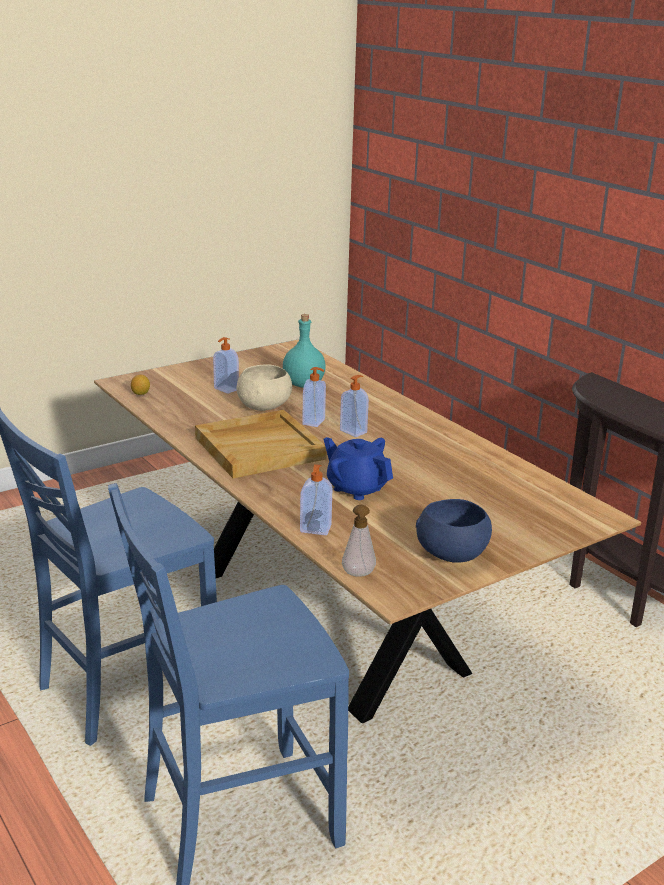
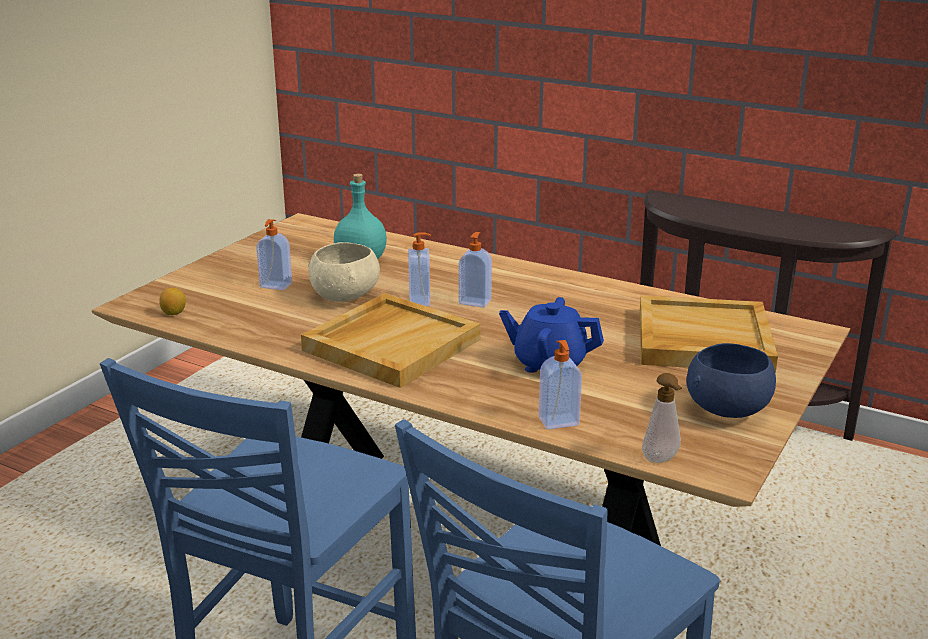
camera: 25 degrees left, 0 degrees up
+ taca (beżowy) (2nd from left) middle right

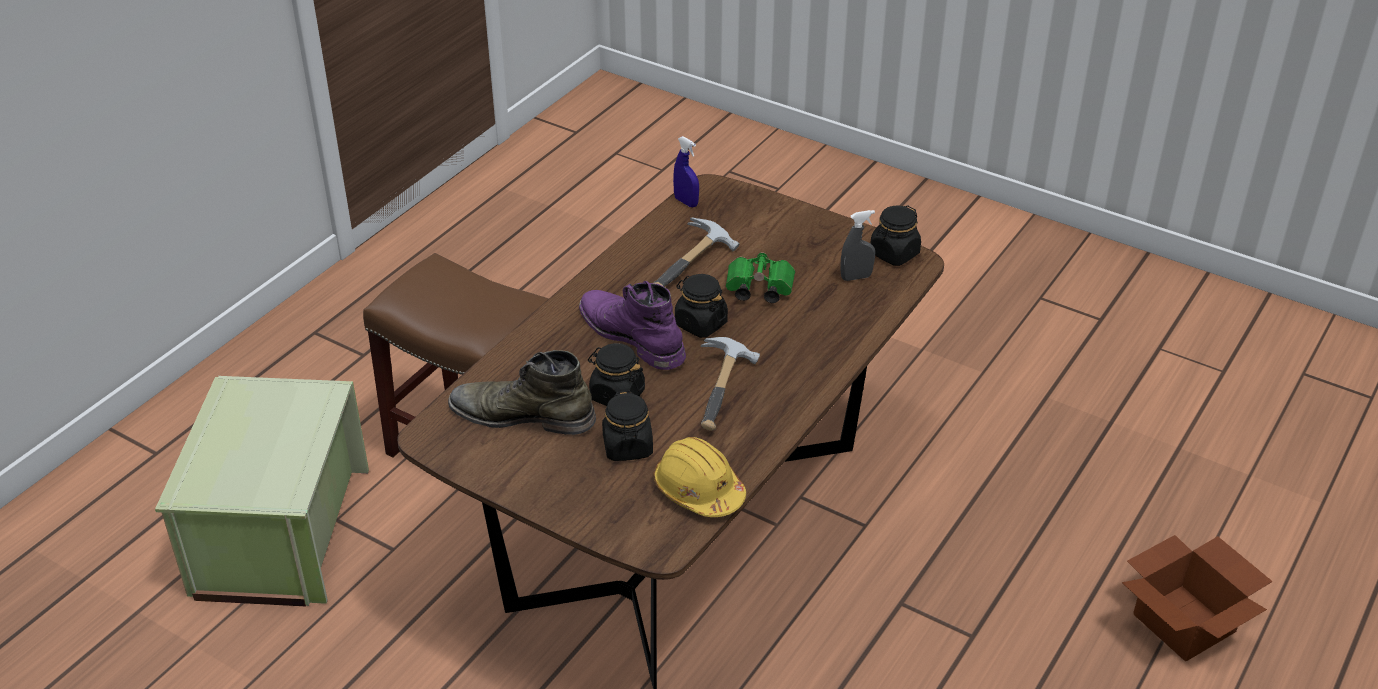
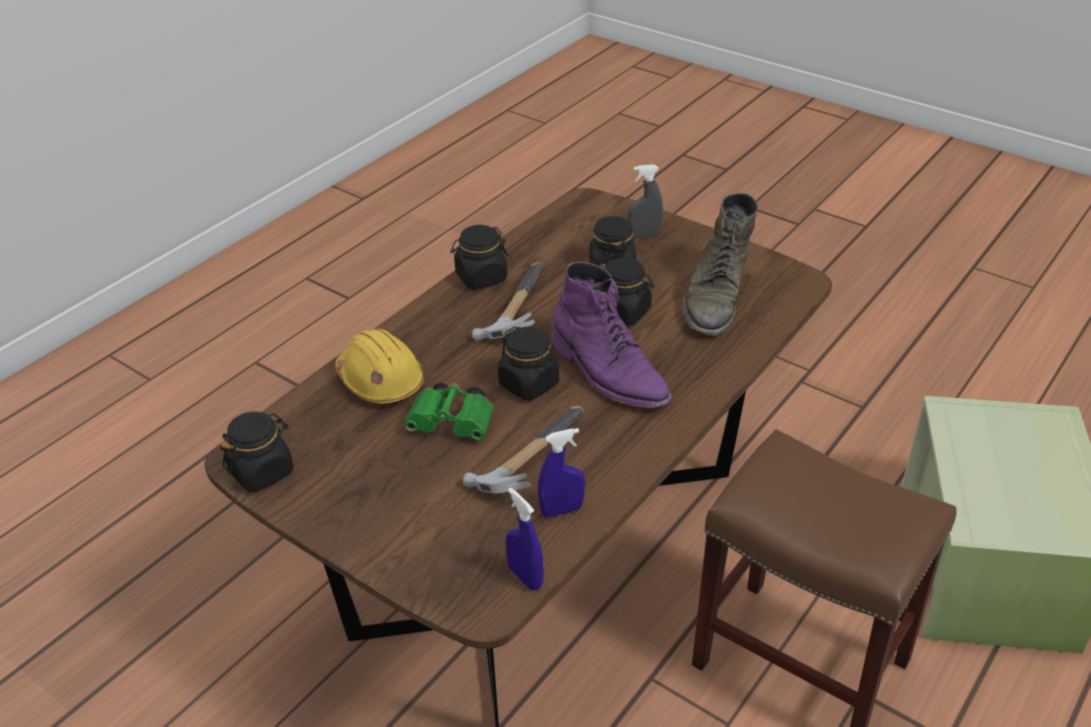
camera: 175 degrees left, 0 degrees up
~ spryskiwacz (szary) centre to top centre
~ but z cholewką (zielony) centre = centre 90 degrees clockwise
~ kask (żółty) bottom centre to centre
- karton bottom right
+ słoik (czarny) (2nd from left) centre
+ spryskiwacz (niebieski) (2nd from left) centre

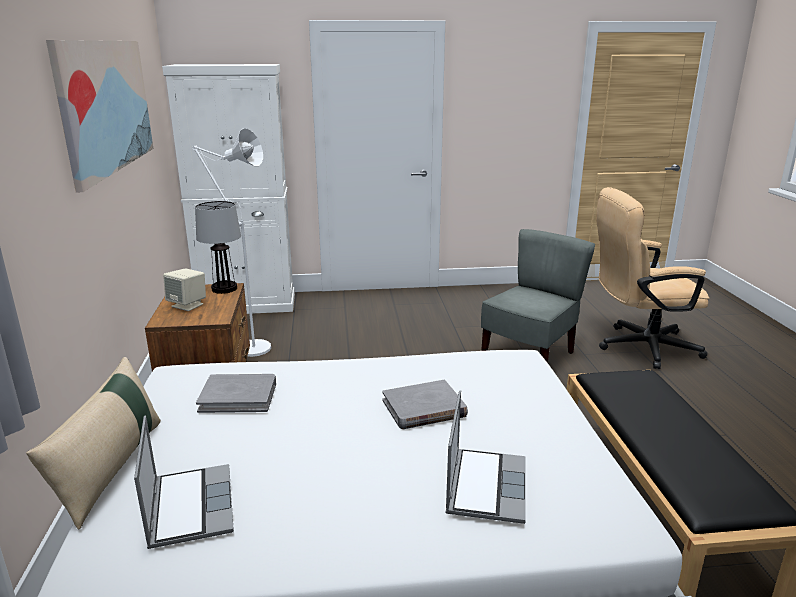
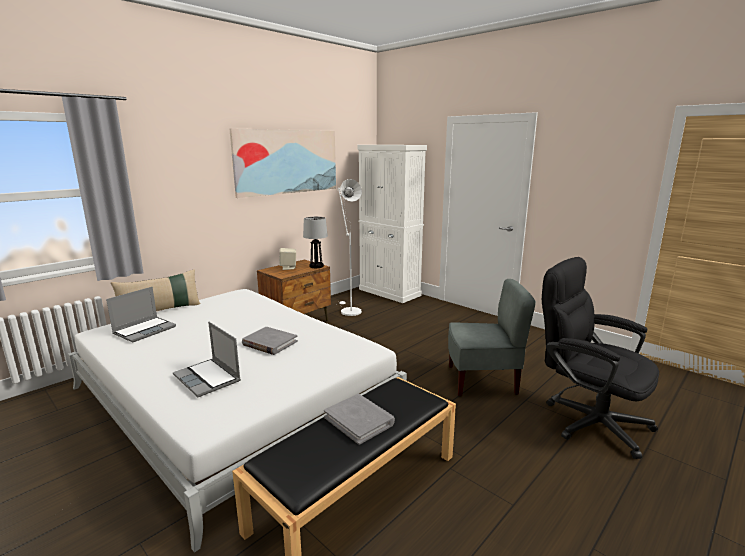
camera: 50 degrees right, 5 degrees down
~ krzesło biurowe (beżowy) middle right to krzesło biurowe (czarny) middle right
~ książka (szary) (1st from left in the first image) middle left to książka (szary) (2nd from left) bottom centre
~ laptop (2nd from left) bottom centre = middle left 75 degrees clockwise

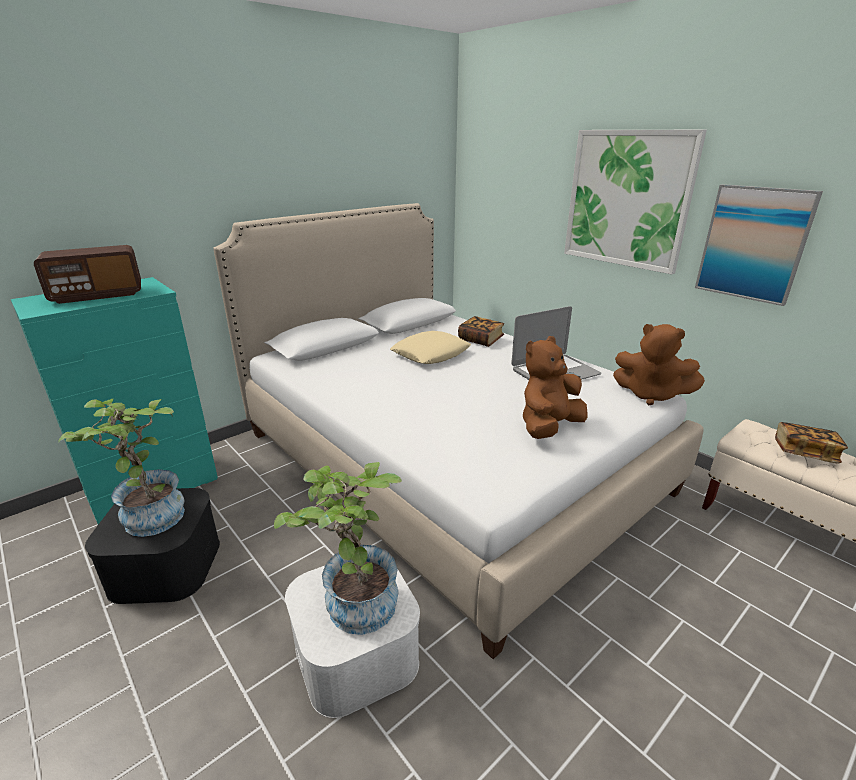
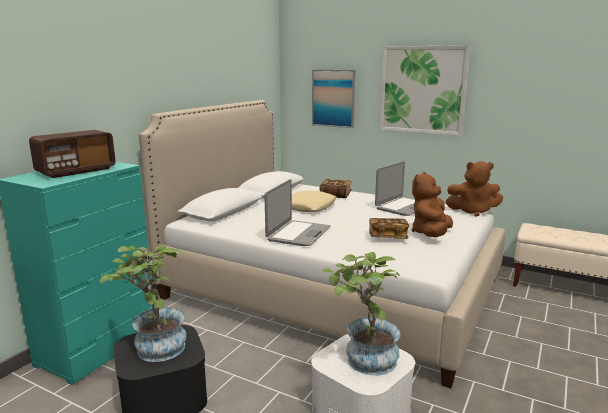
camera: 20 degrees left, 10 degrees down
~ obraz (2nd from left in the first image) top right to obraz (1st from left) top centre
~ książka (2nd from left) middle right to centre
+ laptop (1st from left) centre

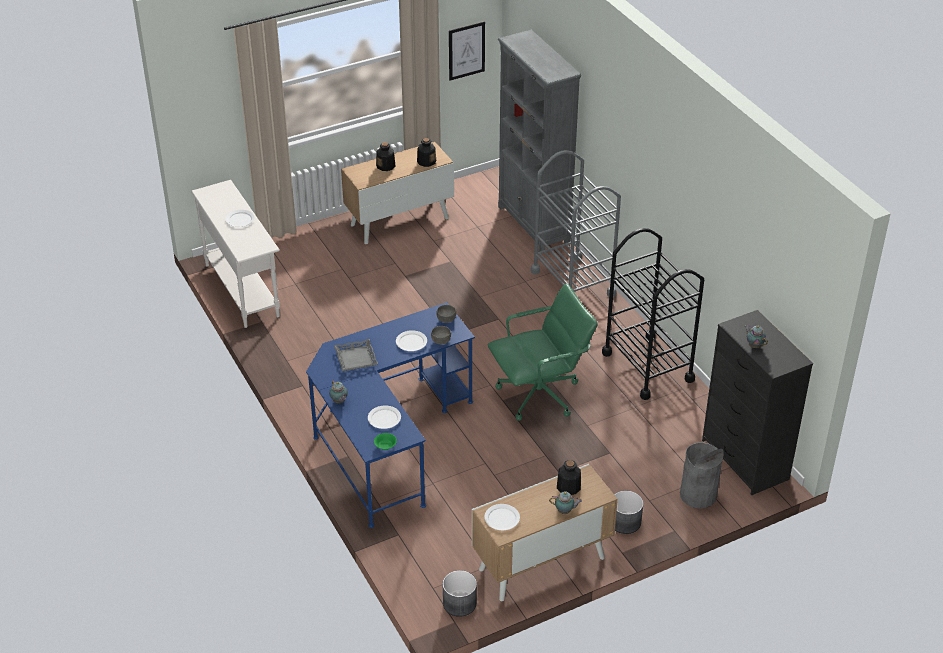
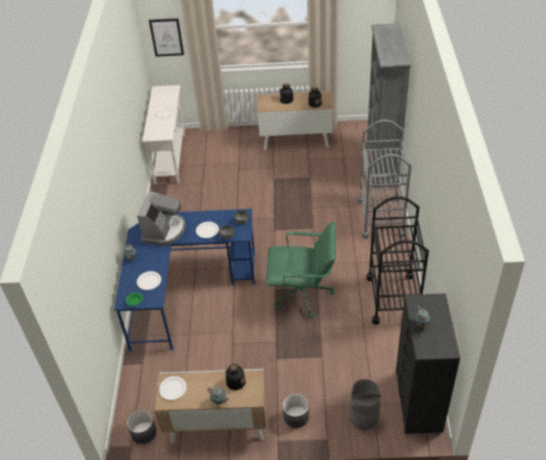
camera: 30 degrees right, 5 degrees up
~ obraz top centre to top left
~ taca (szary) centre to ekspres do kawy middle left

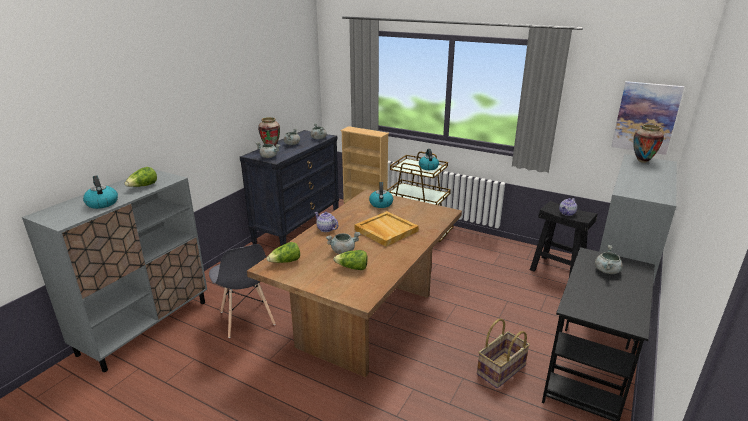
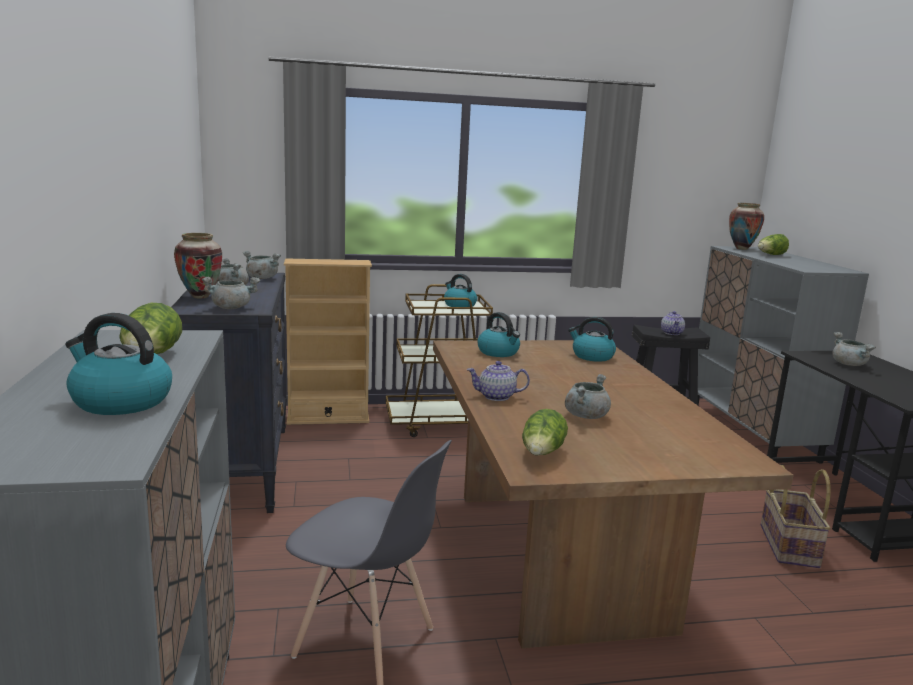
camera: 40 degrees left, 10 degrees down
- obraz top right
- taca (beżowy) centre
~ sałata (3rd from left) centre to middle right
+ czajnik (4th from left) centre

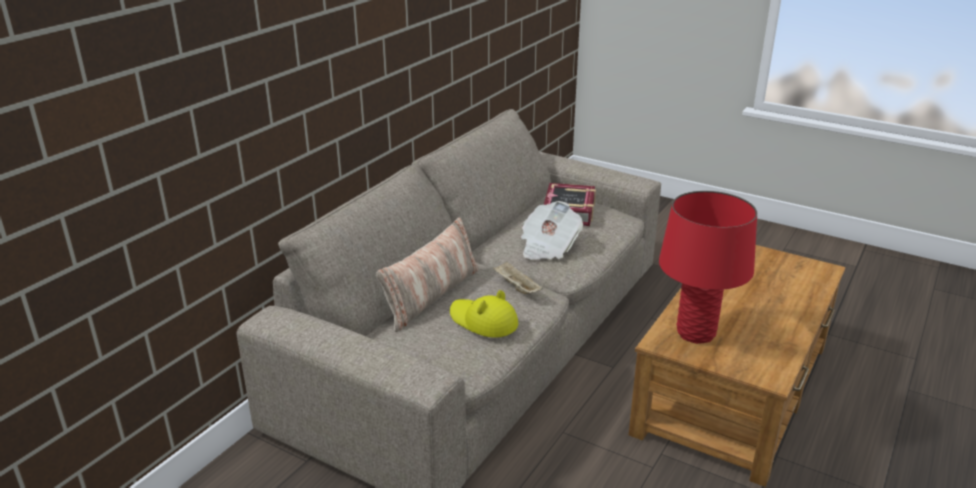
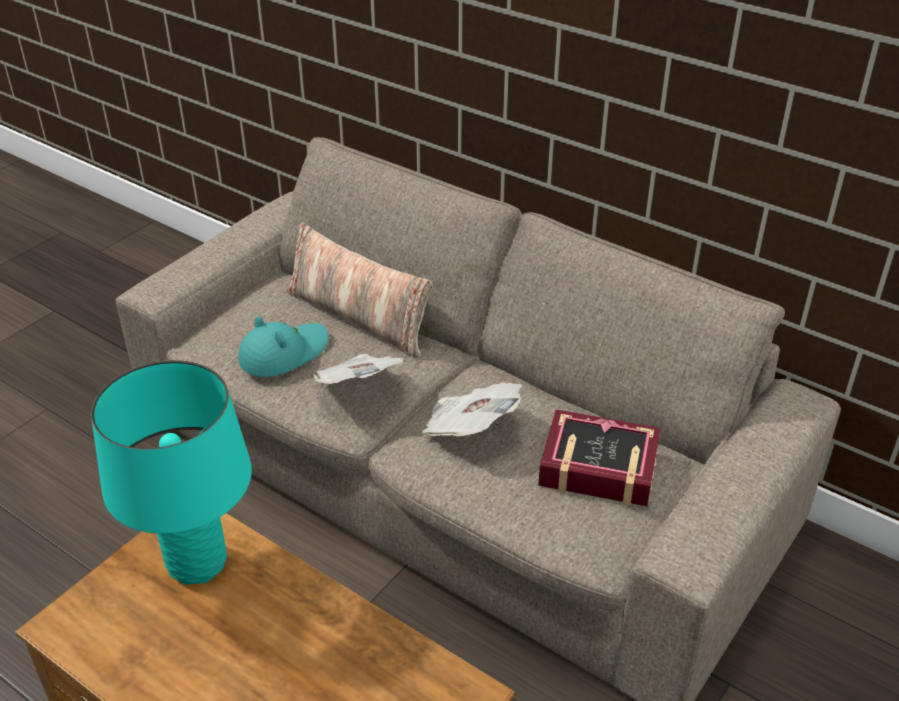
camera: 95 degrees right, 10 degrees up
~ lampa stołowa (czerwony) middle right to lampa stołowa (turkusowy) bottom left
~ taca (beżowy) centre to gazeta (1st from left) centre
~ kapelusz (żółty) centre to kapelusz (turkusowy) middle left

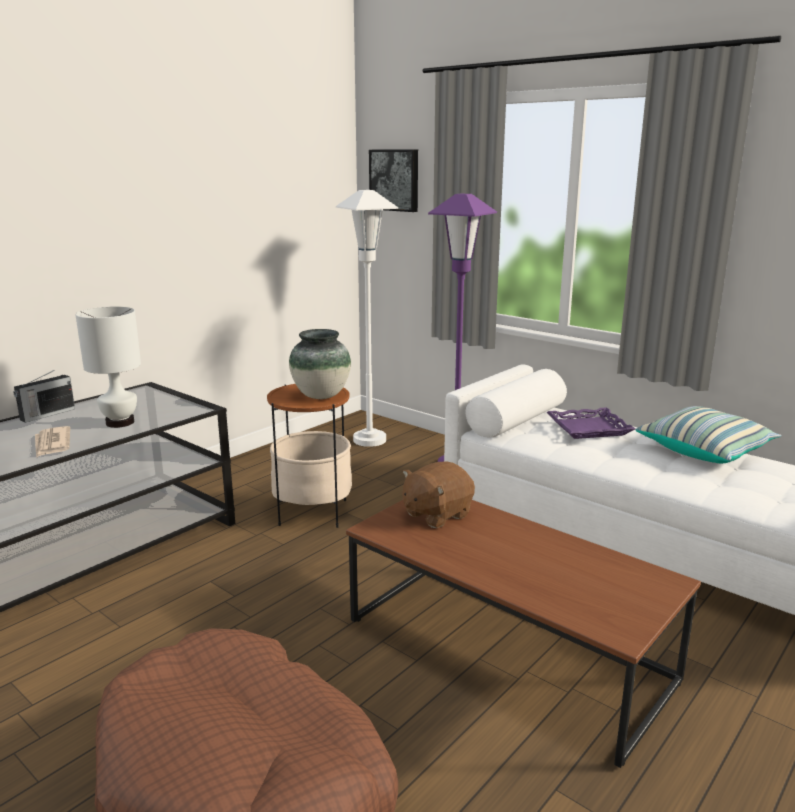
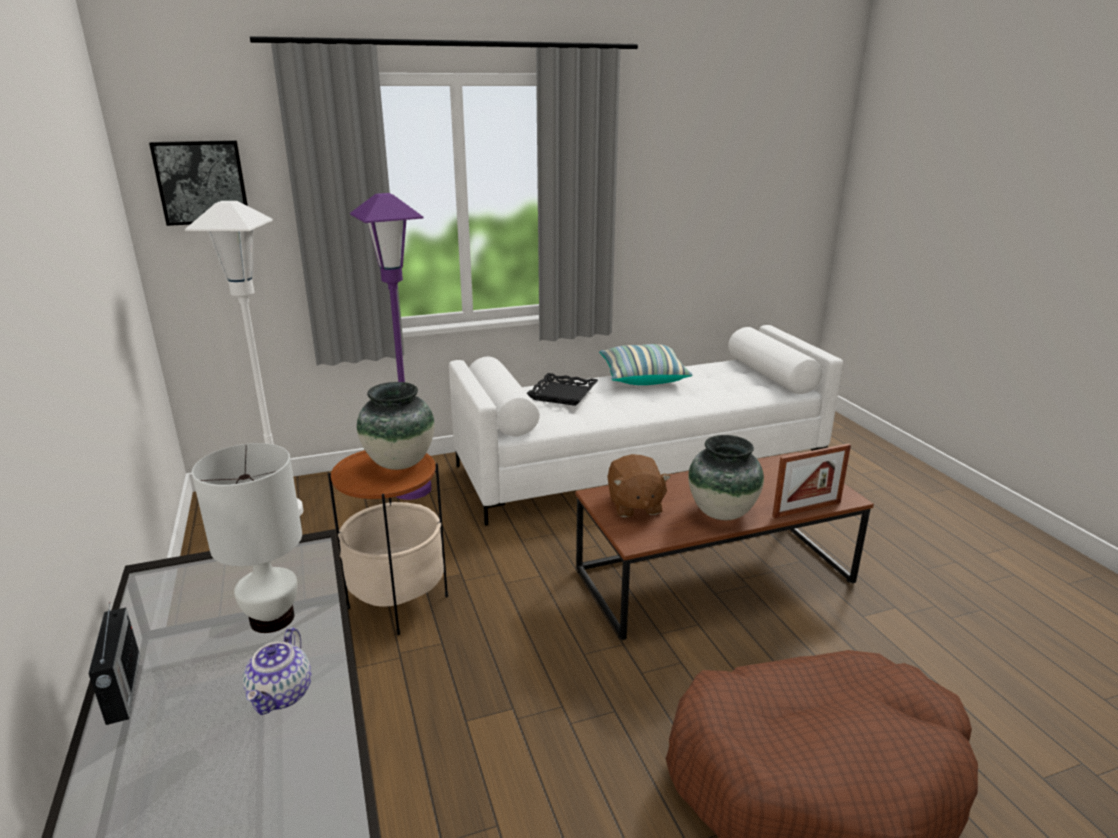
camera: 60 degrees left, 5 degrees up
~ taca (fioletowy) middle right to taca (czarny) centre
~ gazeta middle left to imbryk bottom left
+ wazon (2nd from left) centre
+ ramka na zdjęcie middle right

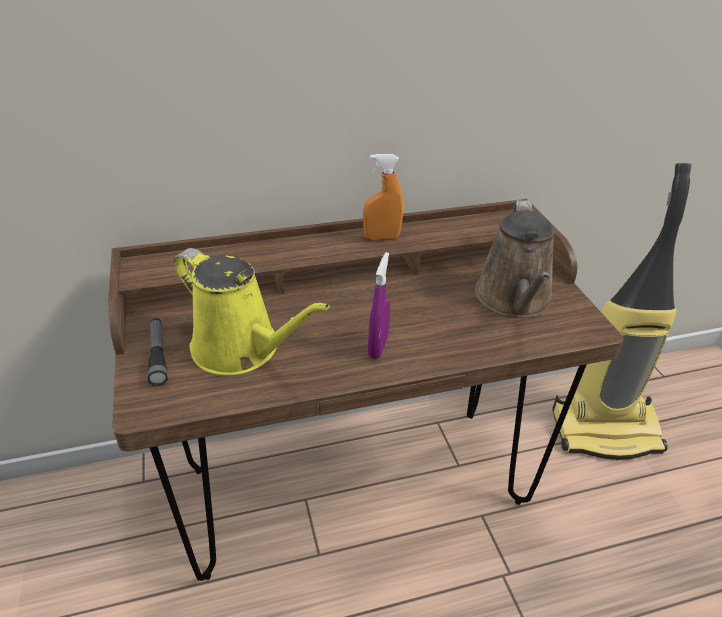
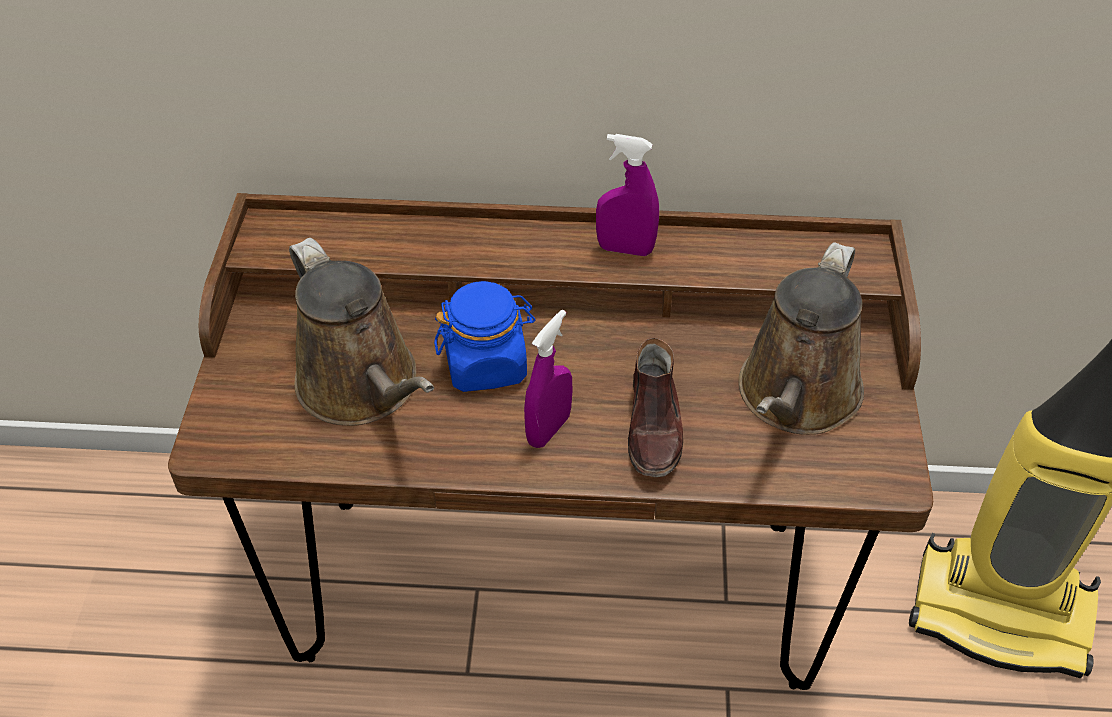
camera: 20 degrees right, 10 degrees up
~ spryskiwacz (pomarańczowy) top centre to spryskiwacz (fioletowy) (2nd from left) top centre
~ konewka (żółty) centre to konewka (brązowy) (1st from left) middle left
- latarka middle left
+ słoik (niebieski) centre
+ but (brązowy) centre

